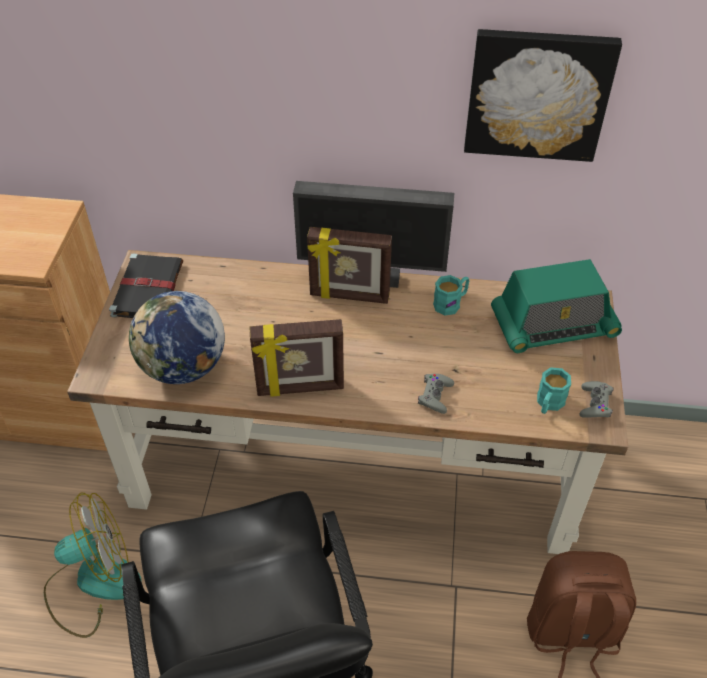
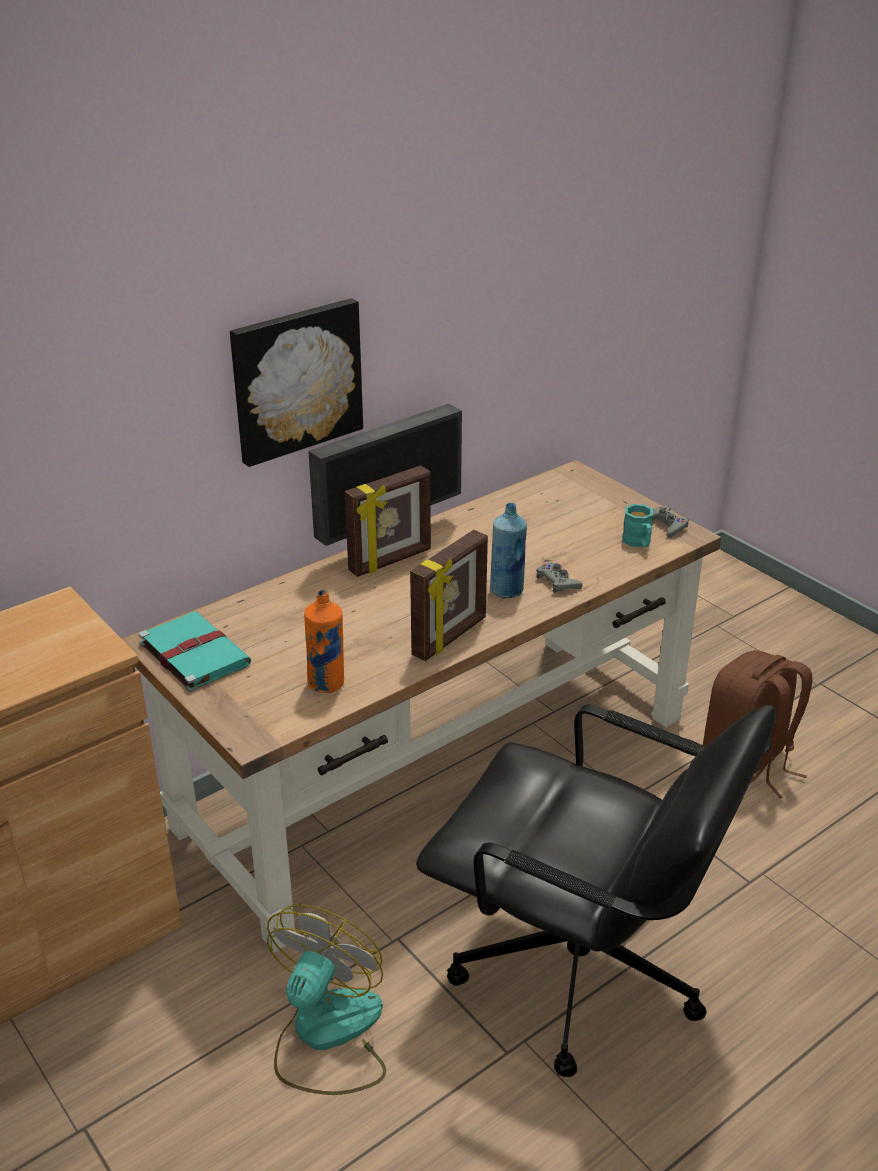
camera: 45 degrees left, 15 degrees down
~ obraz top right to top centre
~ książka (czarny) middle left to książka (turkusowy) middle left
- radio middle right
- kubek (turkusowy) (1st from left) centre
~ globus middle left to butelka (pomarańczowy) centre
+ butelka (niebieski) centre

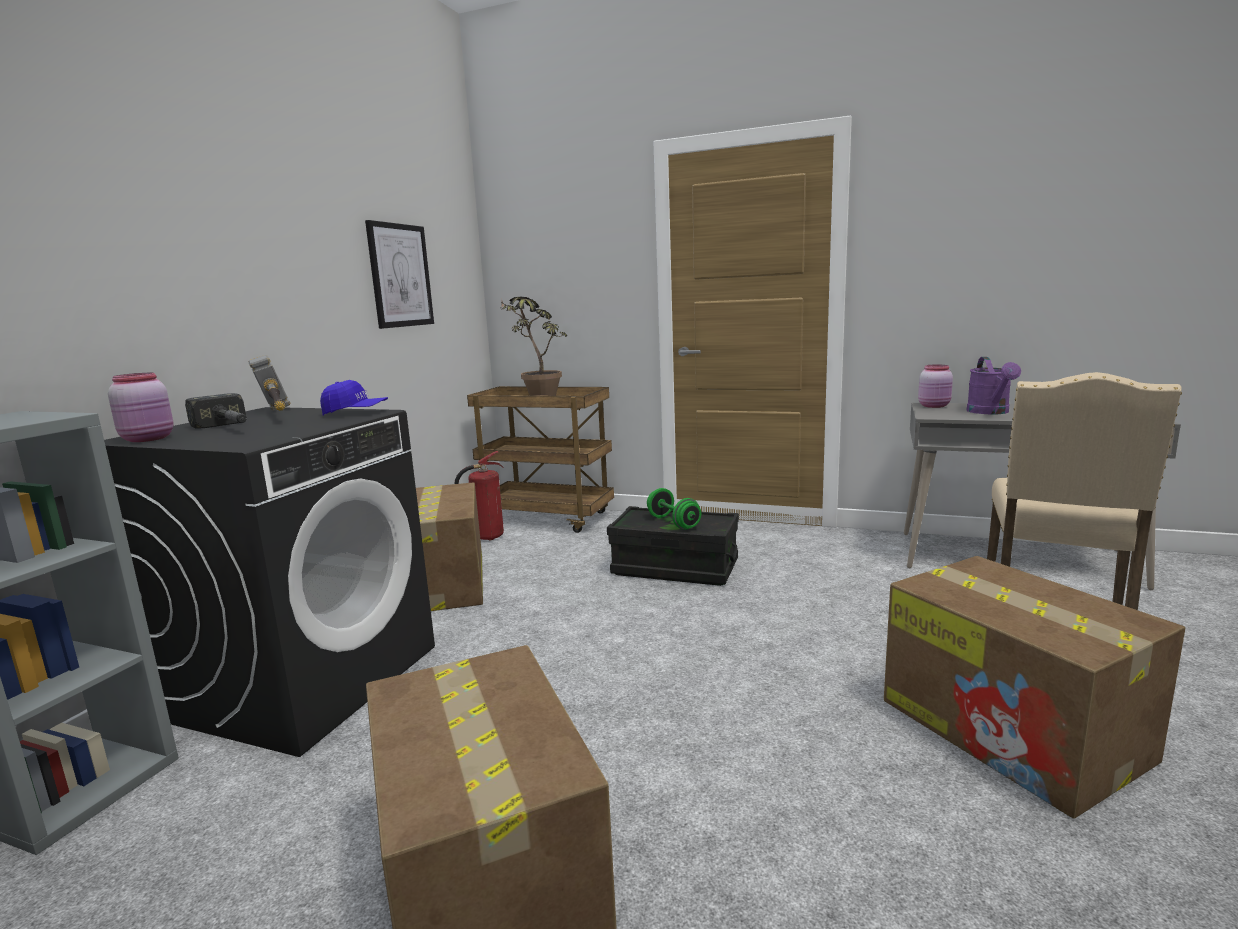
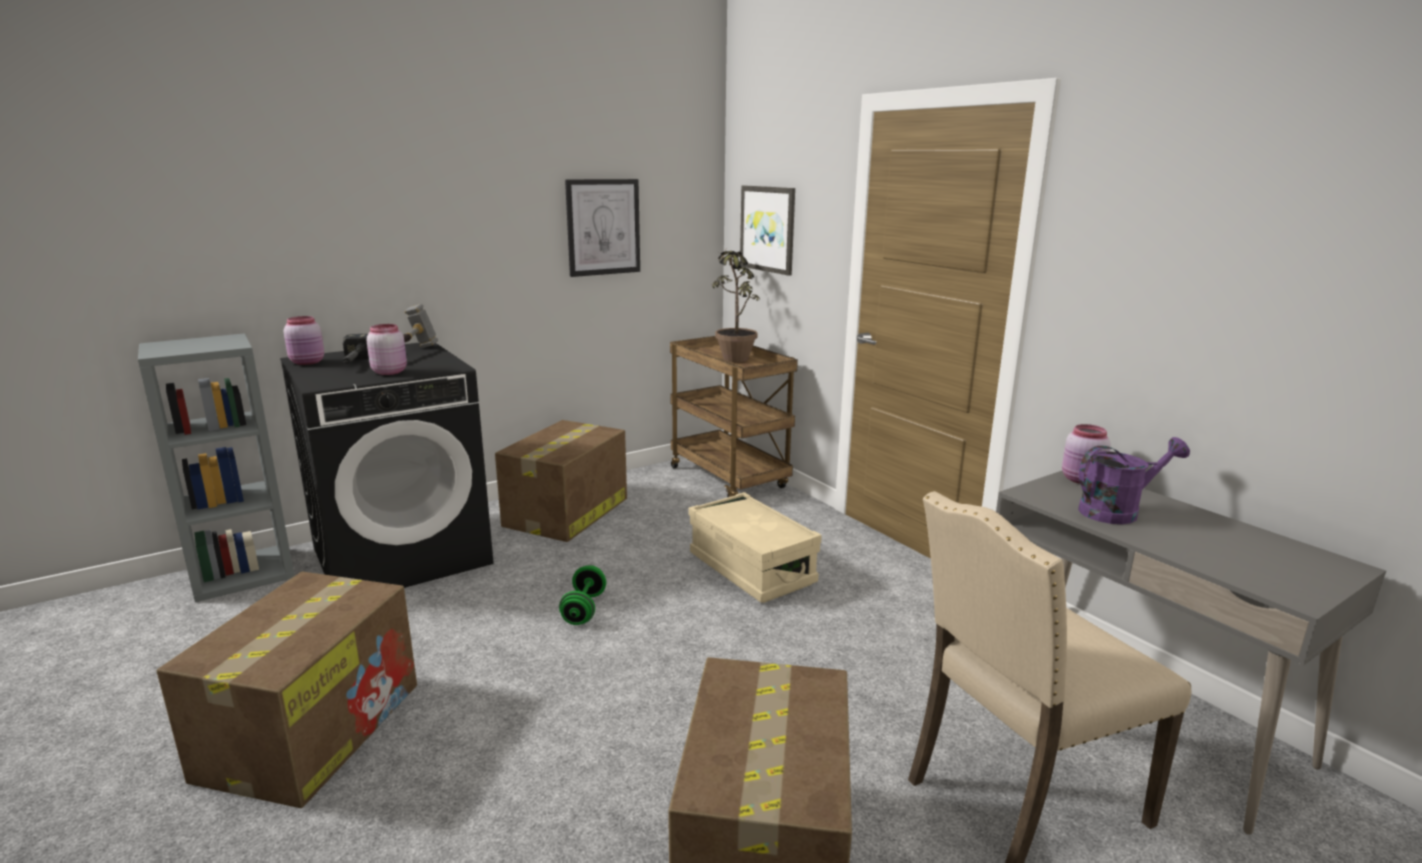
camera: 35 degrees right, 5 degrees up
~ konewka (fioletowy) middle right = middle right 150 degrees counterclockwise
- czapka z daszkiem (niebieski) middle left
- gaśnica centre
~ hantel (zielony) centre to bottom centre
~ pojemnik do przechowywania (czarny) centre to pojemnik do przechowywania (beżowy) centre
+ obraz (2nd from left) top centre
+ słoik (różowy) (2nd from left) middle left

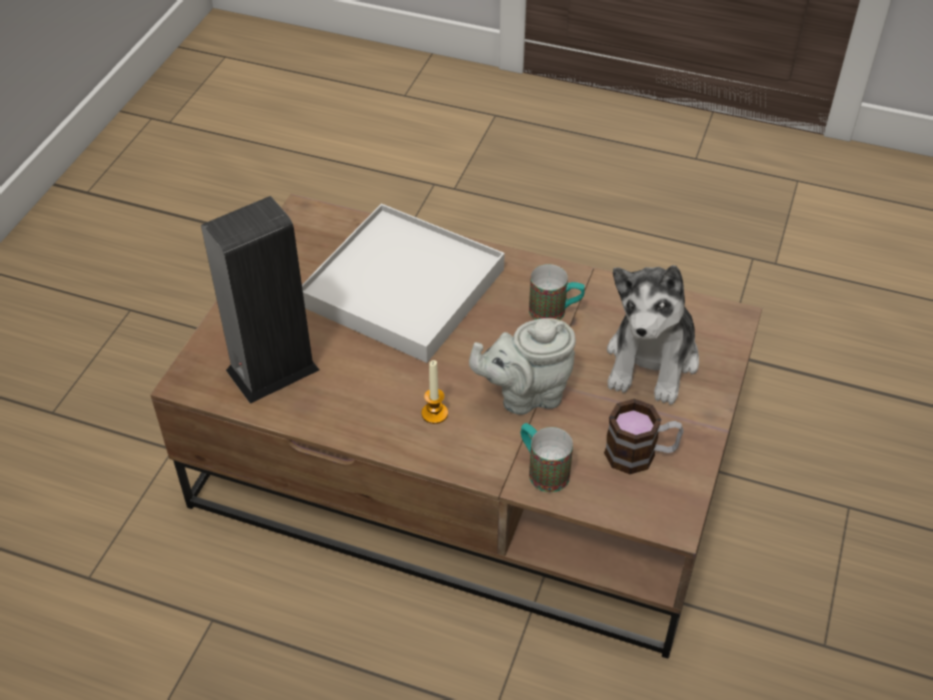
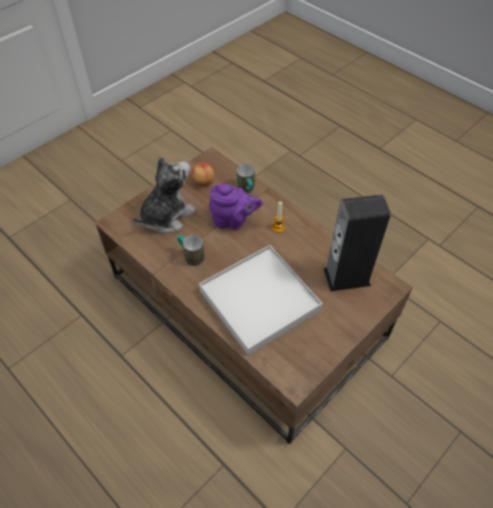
camera: 155 degrees left, 5 degrees up
~ imbryk (szary) centre to imbryk (fioletowy) centre
~ kubek (3rd from left) middle right to jabłko centre

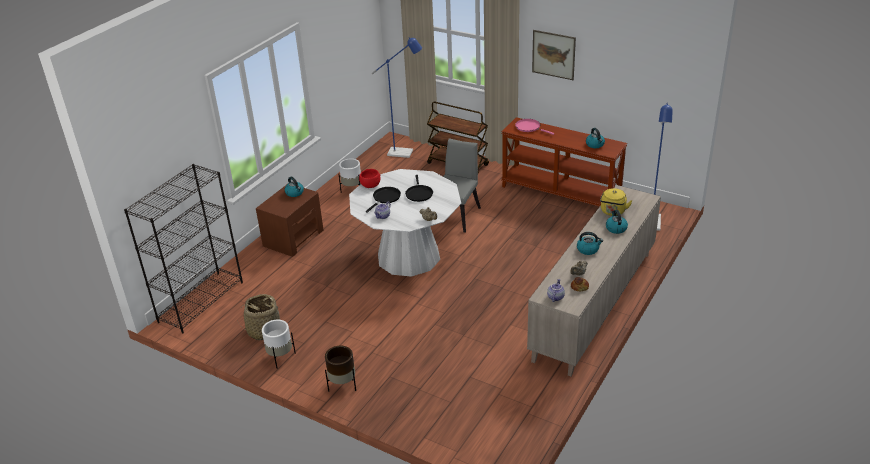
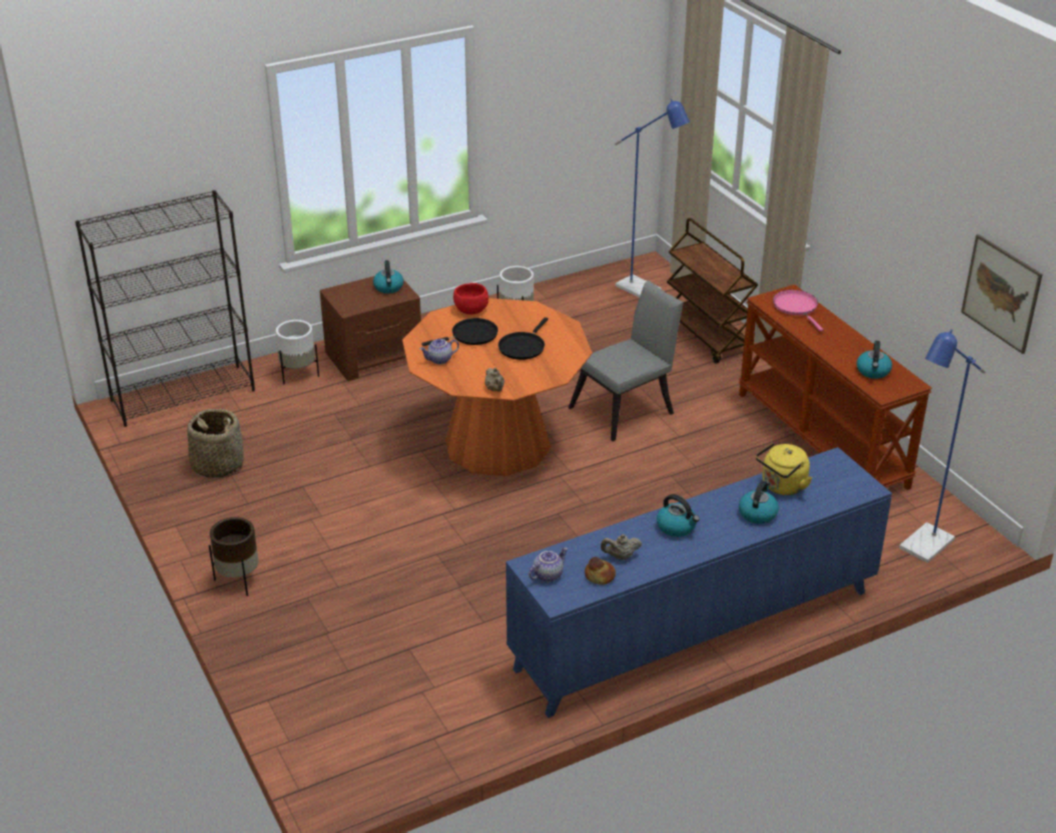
camera: 30 degrees right, 0 degrees up
~ obraz top centre to middle right
~ stół jadalny (biały) centre to stół jadalny (pomarańczowy) centre
~ szafka (beżowy) middle right to szafka (niebieski) bottom centre
~ donica (biały) (1st from left) bottom left to middle left

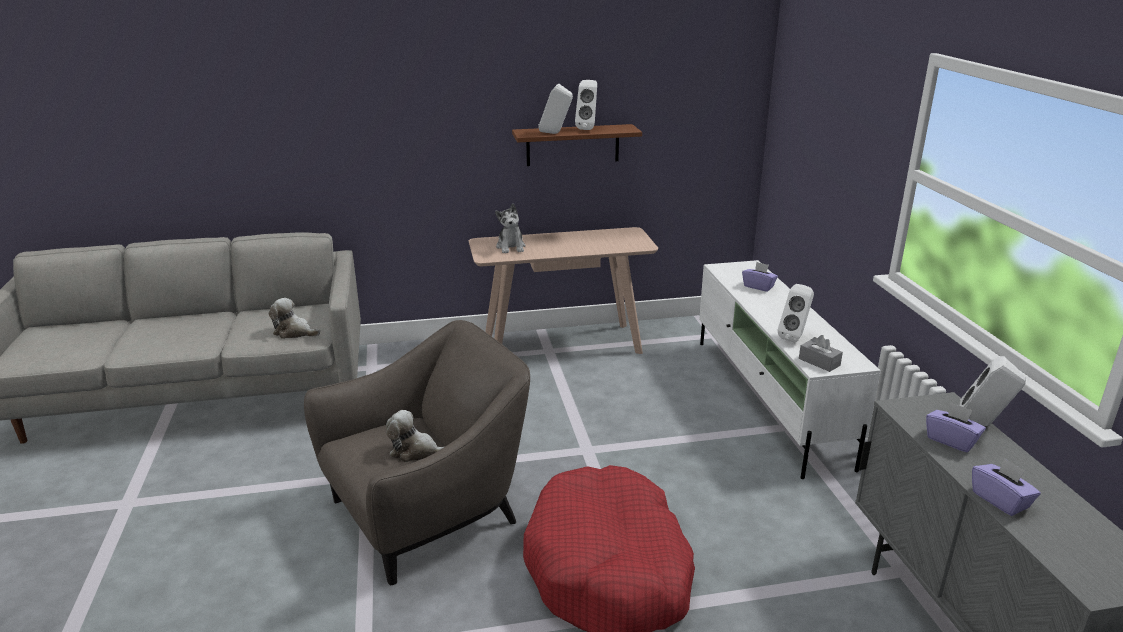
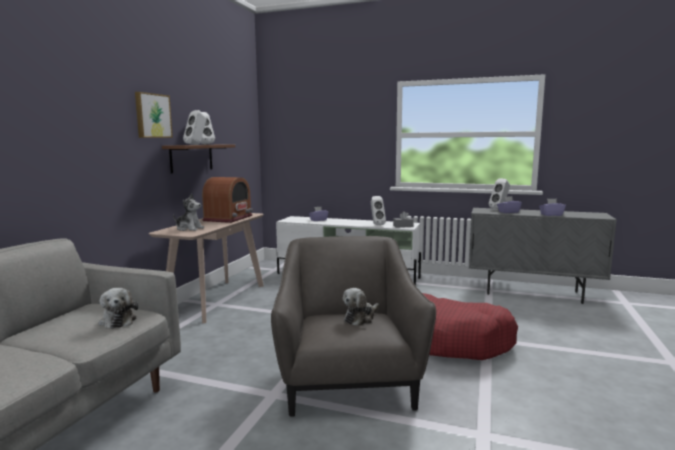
camera: 60 degrees left, 15 degrees down
~ pluszak (1st from left) middle left = bottom left 75 degrees counterclockwise
+ obraz top left
+ radio centre

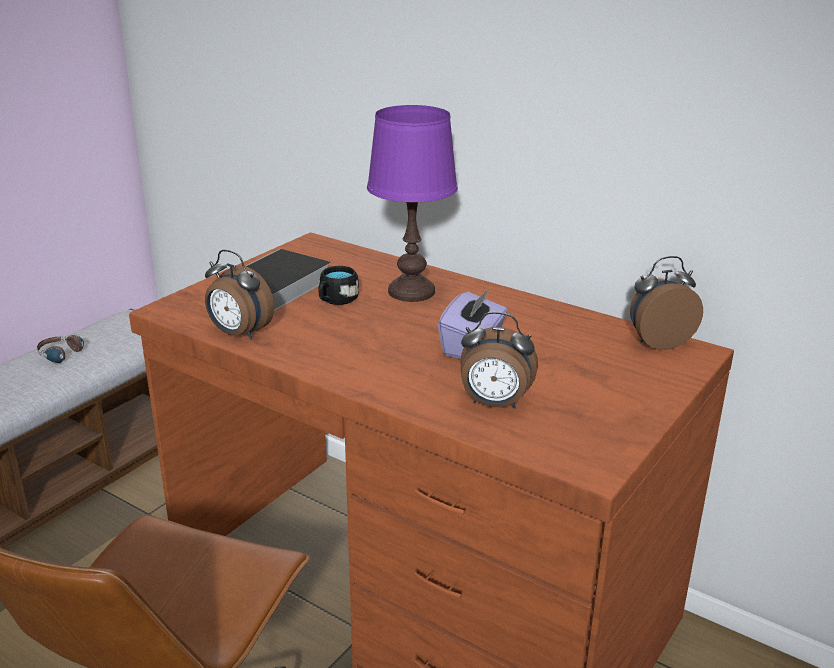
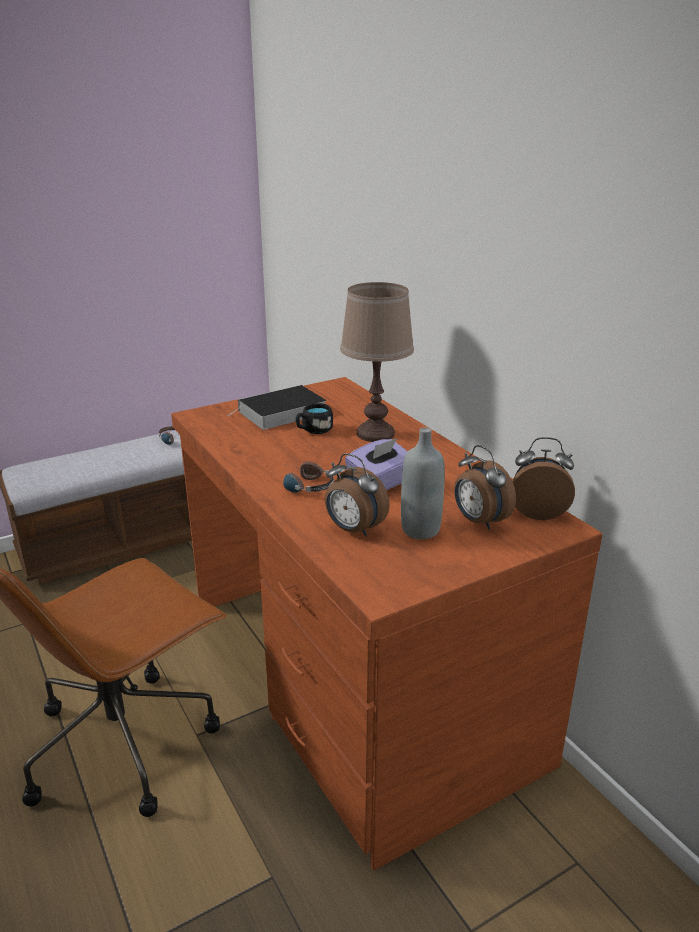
camera: 25 degrees right, 0 degrees up
~ lampa stołowa (fioletowy) top centre to lampa stołowa (brązowy) centre
~ budzik (1st from left in the first image) middle left to budzik (2nd from left) middle right
+ butelka (szary) centre
+ słuchawki (2nd from left) centre

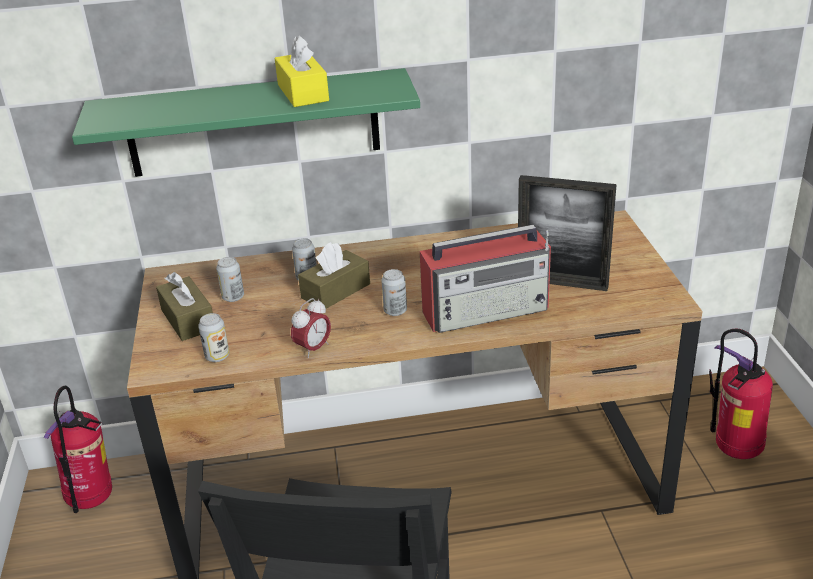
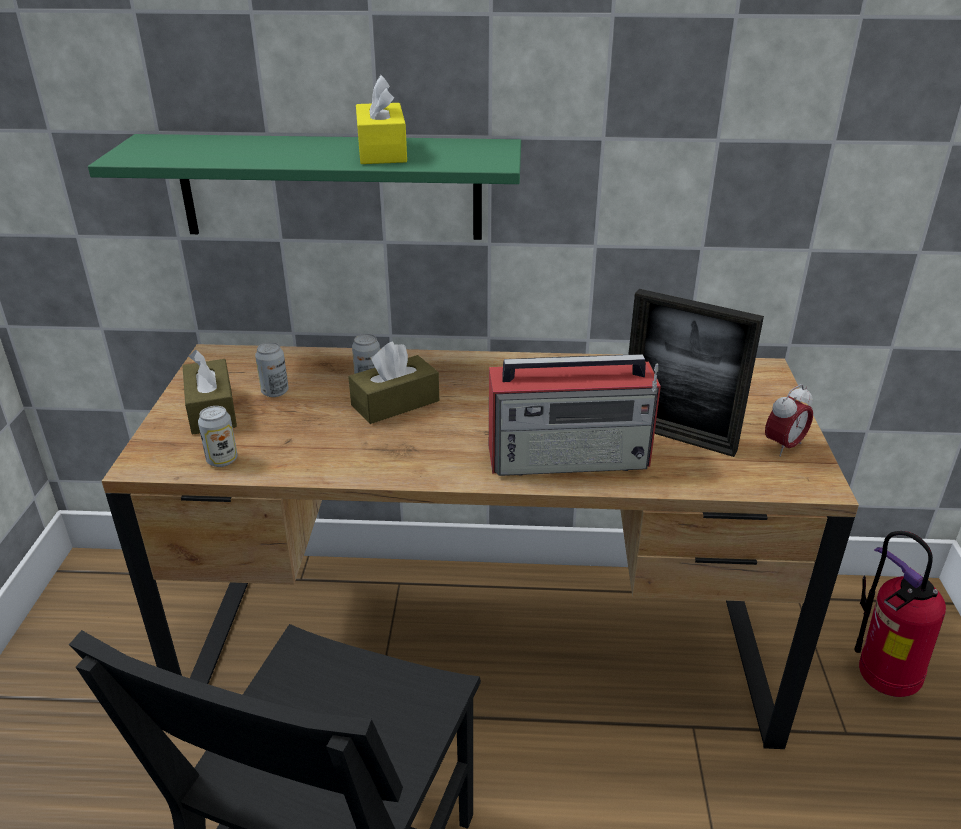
camera: 10 degrees right, 0 degrees up
- puszka (4th from left) centre
~ budzik centre to middle right
- gaśnica (1st from left) bottom left

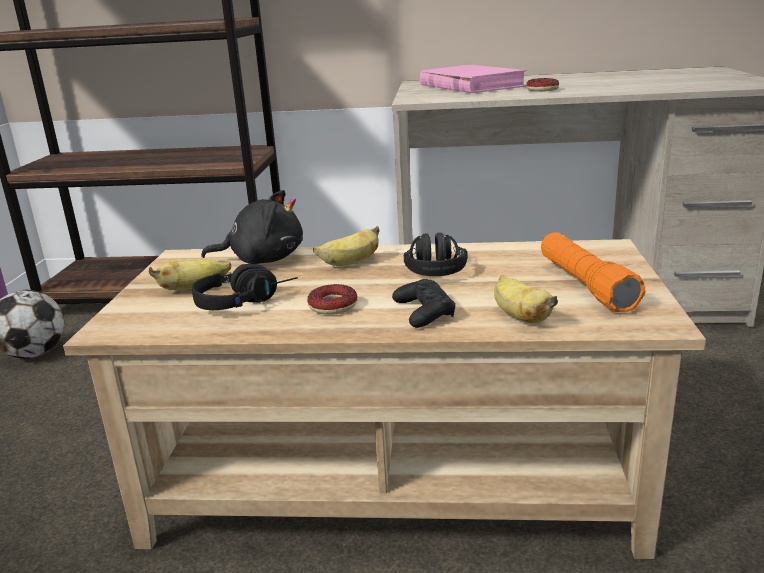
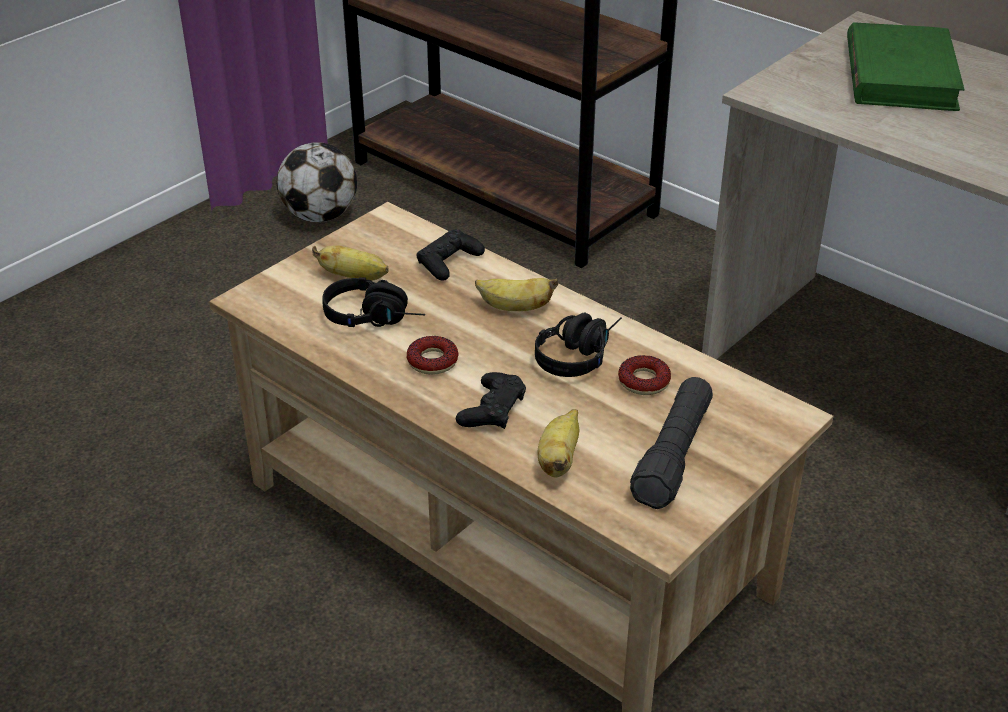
camera: 35 degrees right, 15 degrees up
~ książka (różowy) top centre to książka (zielony) top right
~ donut (2nd from left) top right to centre
~ pluszak (czarny) middle left to pad do gier (czarny) (1st from left) centre
~ latarka (pomarańczowy) middle right to latarka (czarny) centre

